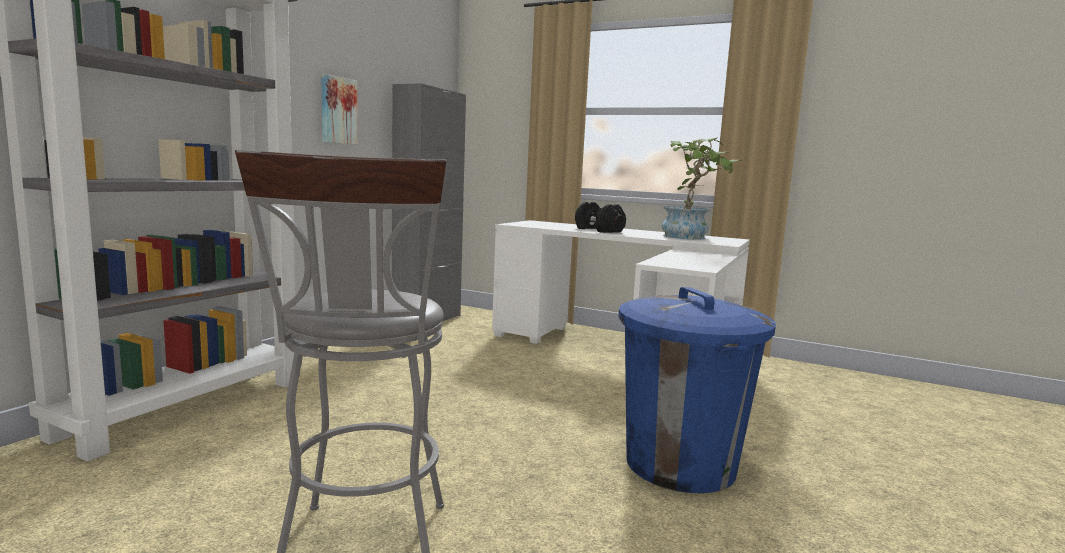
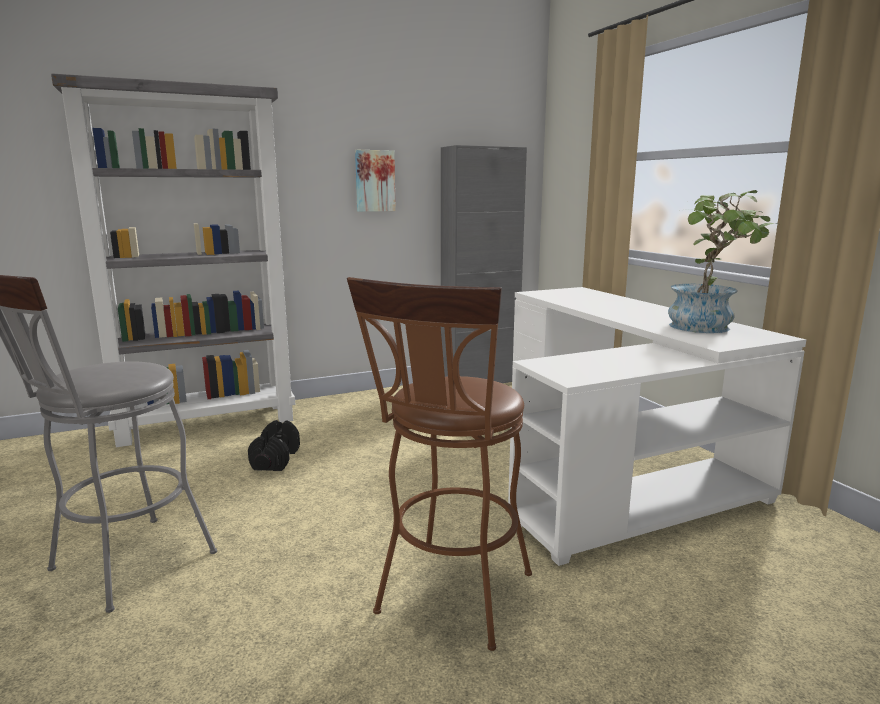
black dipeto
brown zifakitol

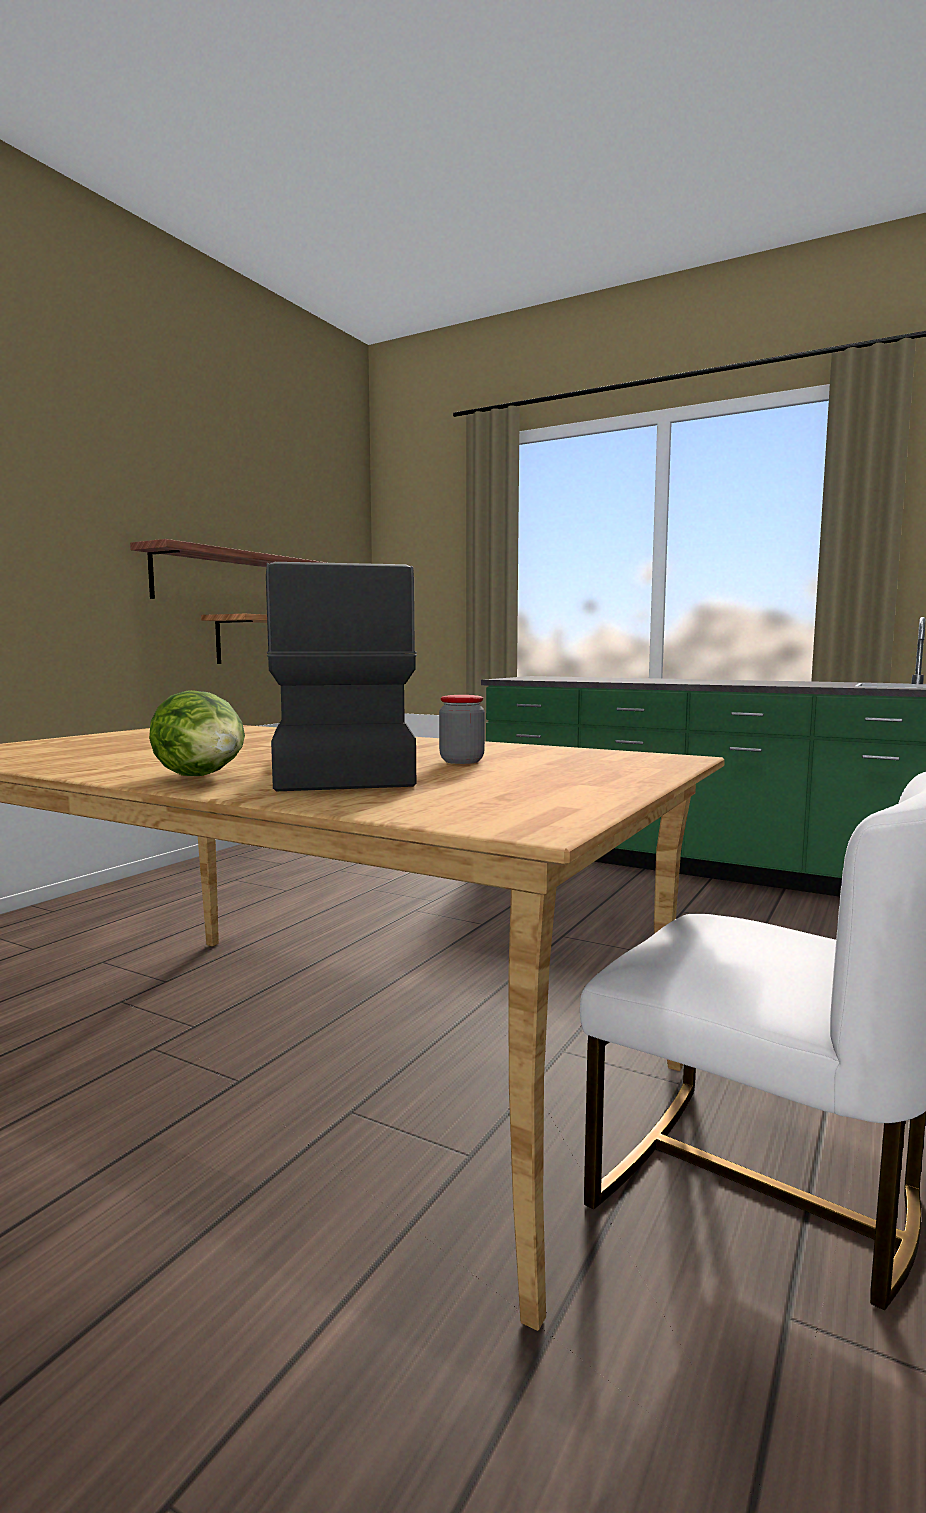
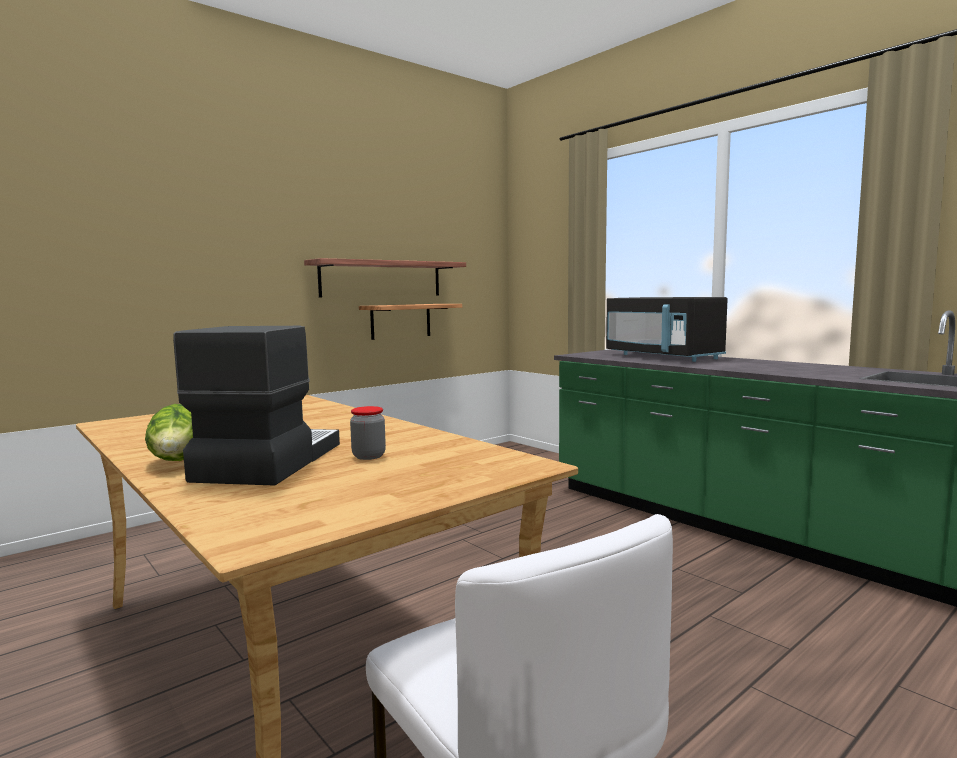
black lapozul

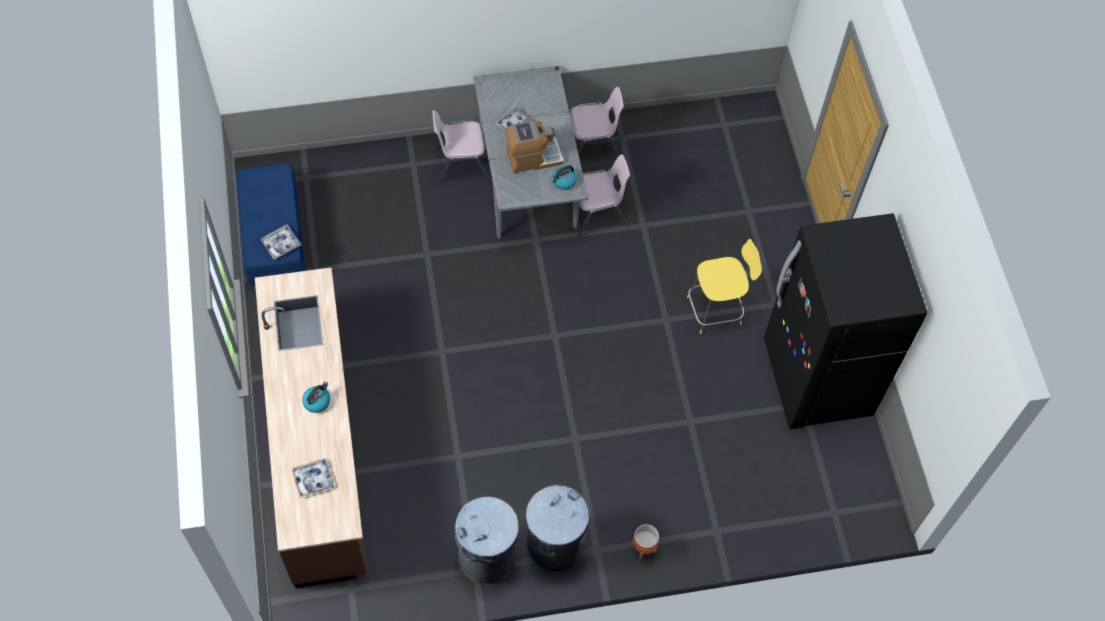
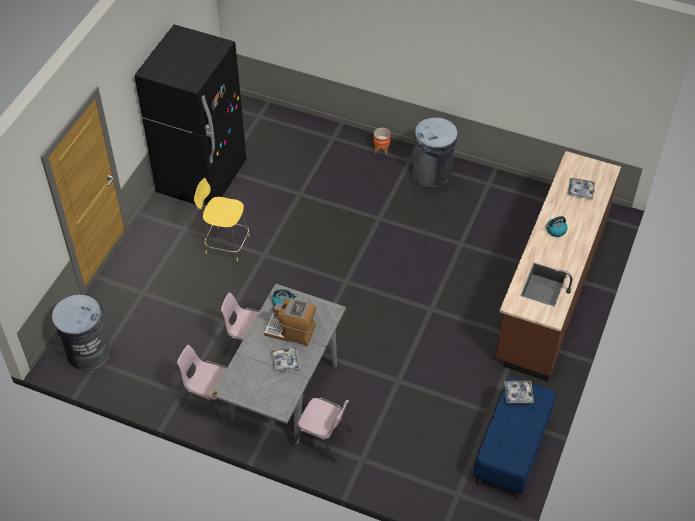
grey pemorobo (no. 1 from left)

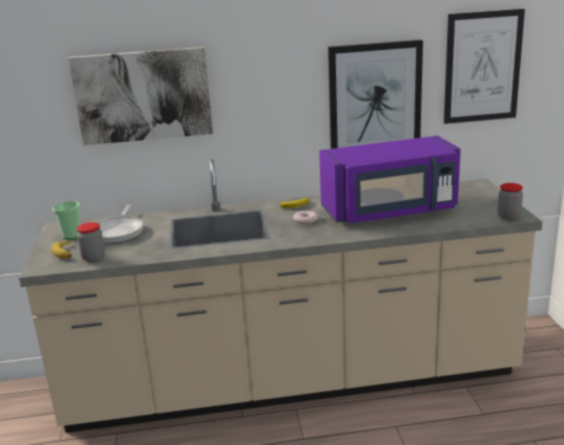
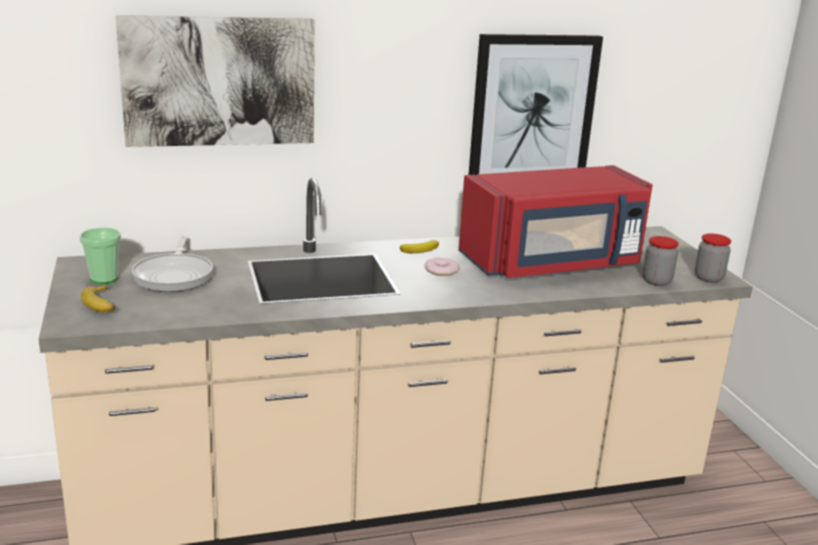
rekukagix (no. 1 from left)
red lapozul
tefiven (no. 3 from left in the first image)

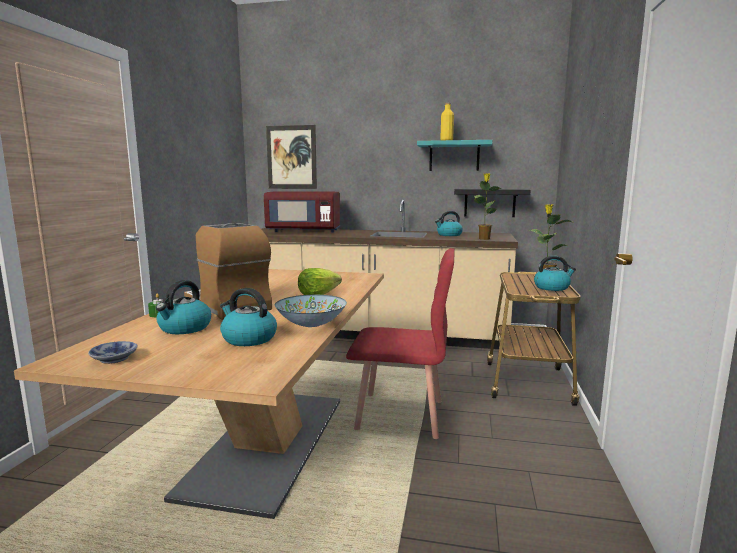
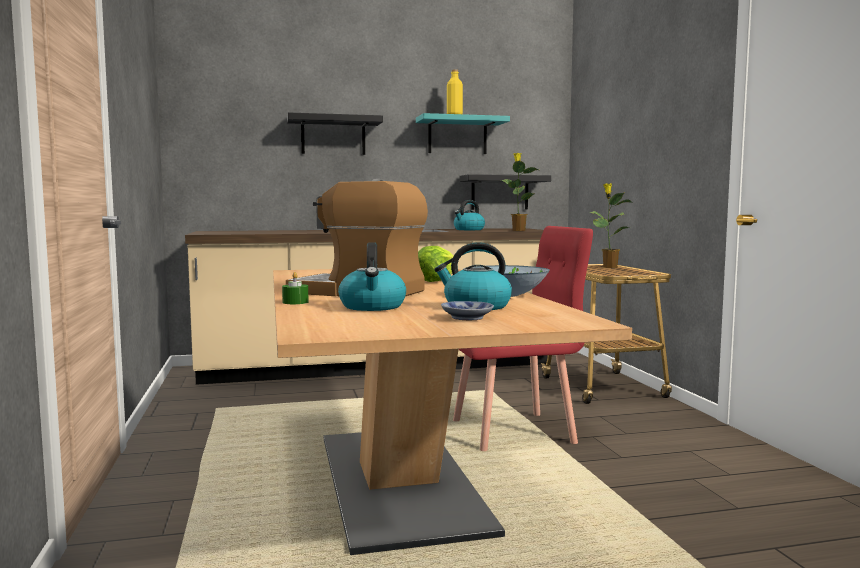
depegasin (no. 1 from left)
red lapozul
tefiven
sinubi (no. 4 from left in the first image)
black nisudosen (no. 1 from left)

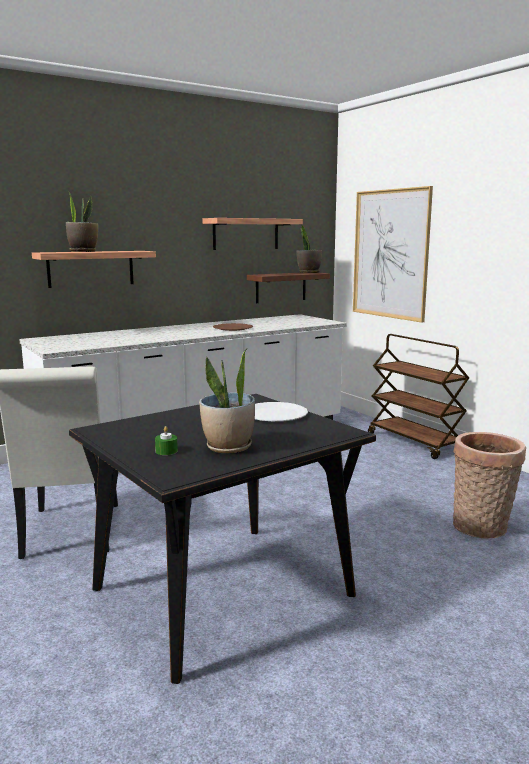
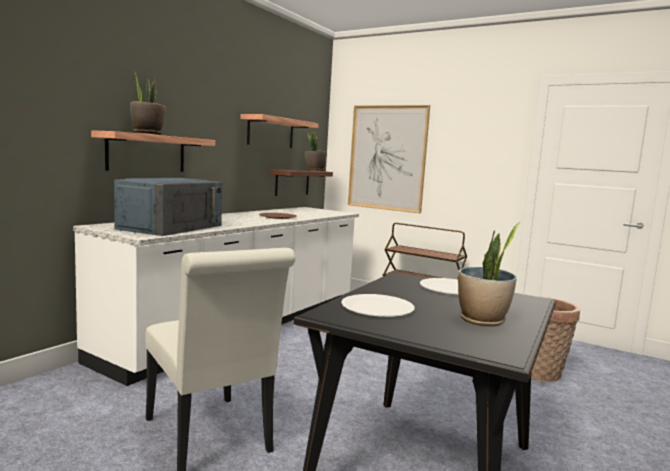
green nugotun
blue lapozul
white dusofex (no. 1 from left)

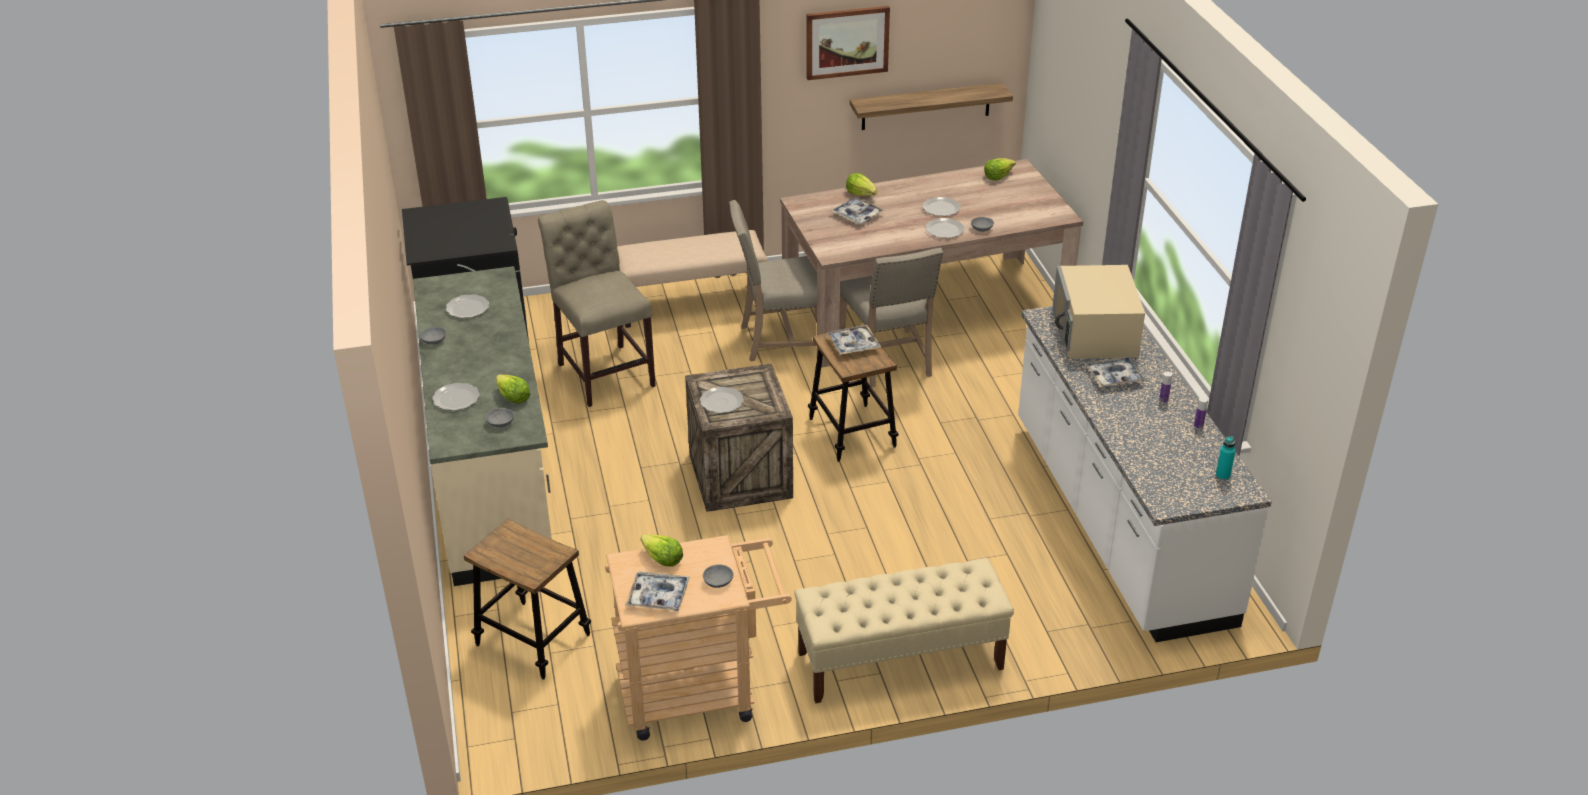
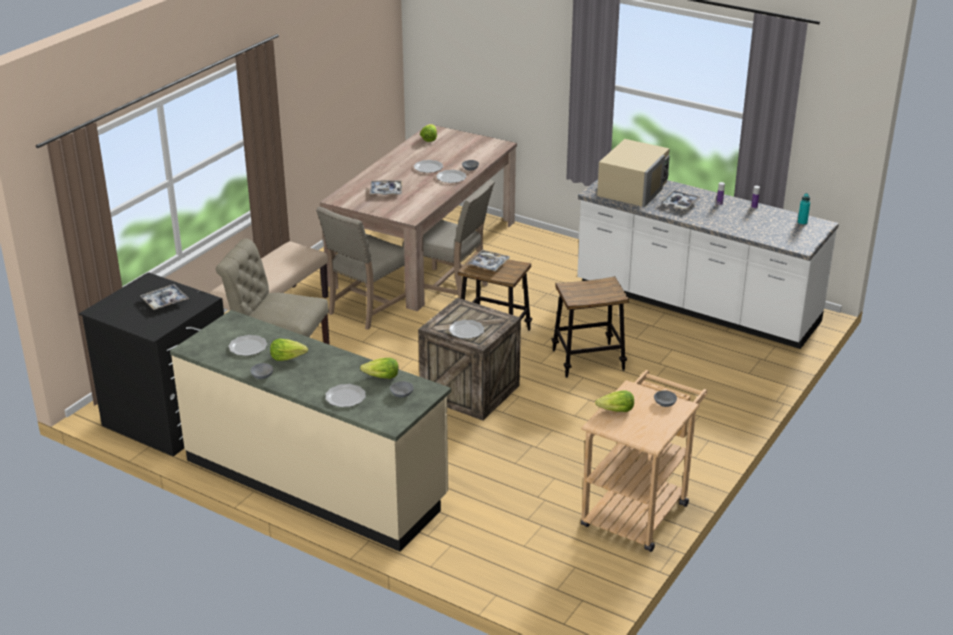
zifakitol (no. 2 from left)
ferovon (no. 1 from left)
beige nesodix (no. 2 from left in the first image)
tefiven
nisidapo (no. 1 from left)
nisudosen
beige lapozul

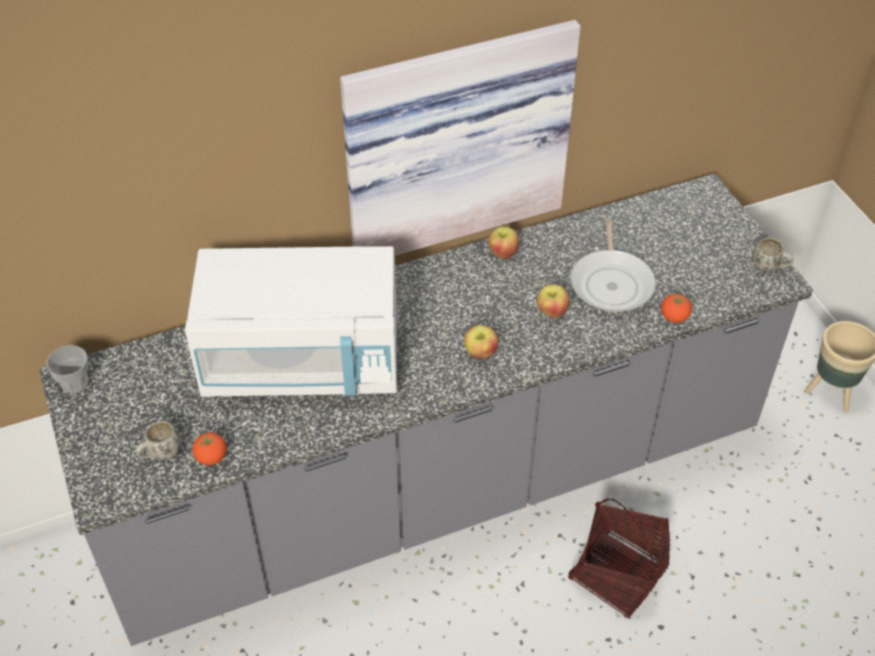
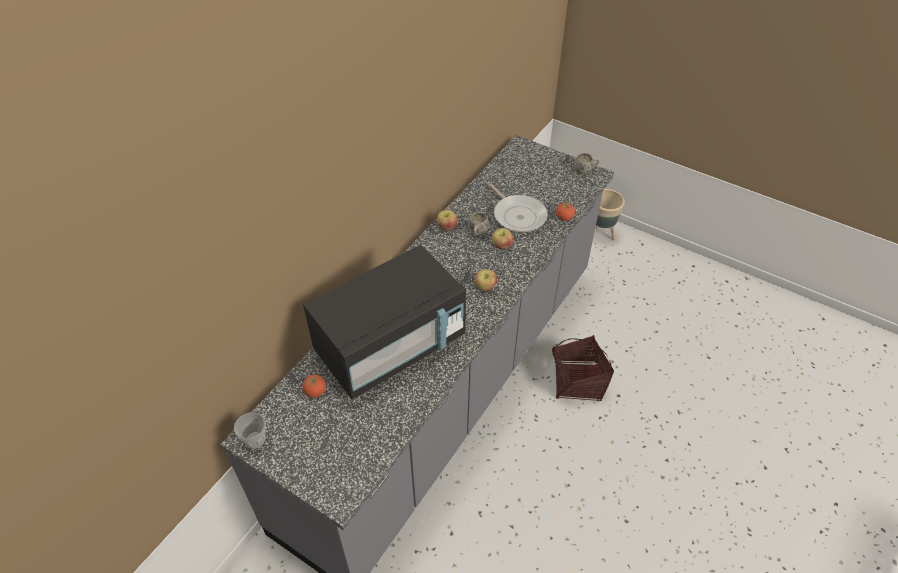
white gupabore (no. 1 from left)
black lapozul
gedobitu (no. 1 from left)
tefiven

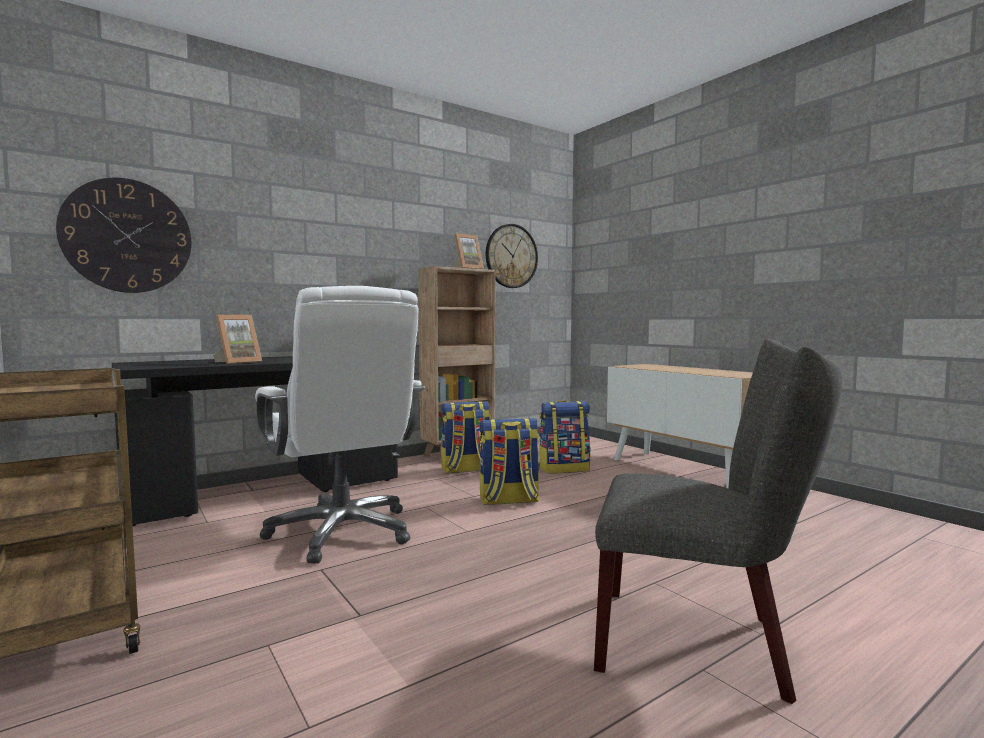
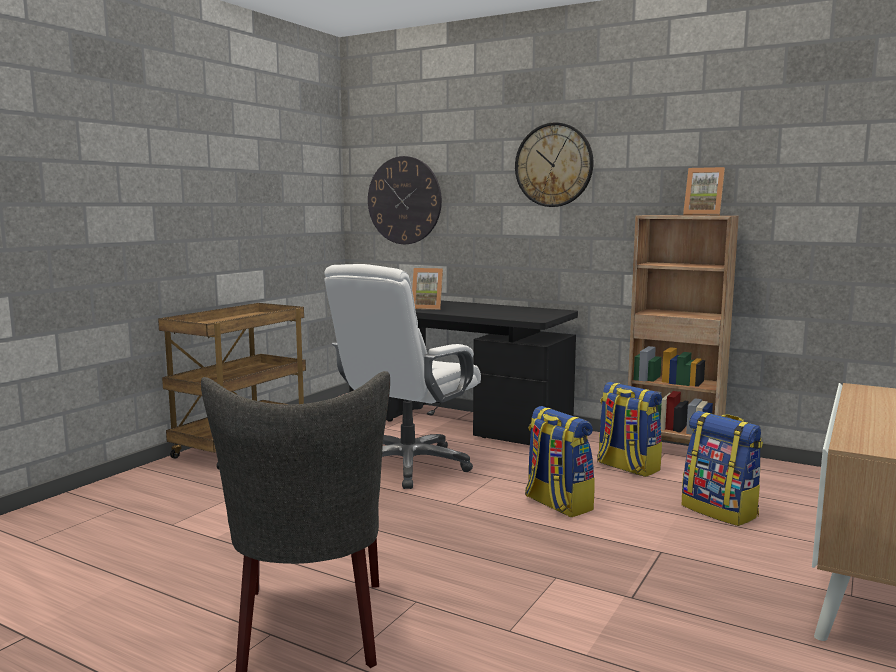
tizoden (no. 2 from left)

